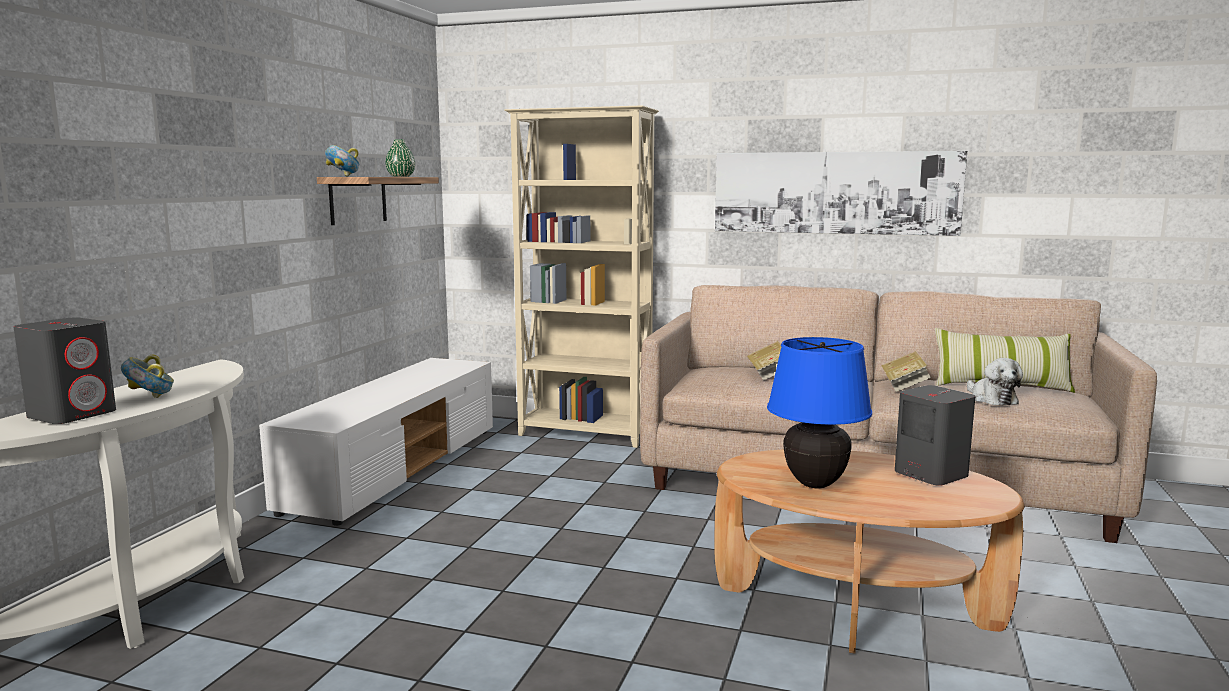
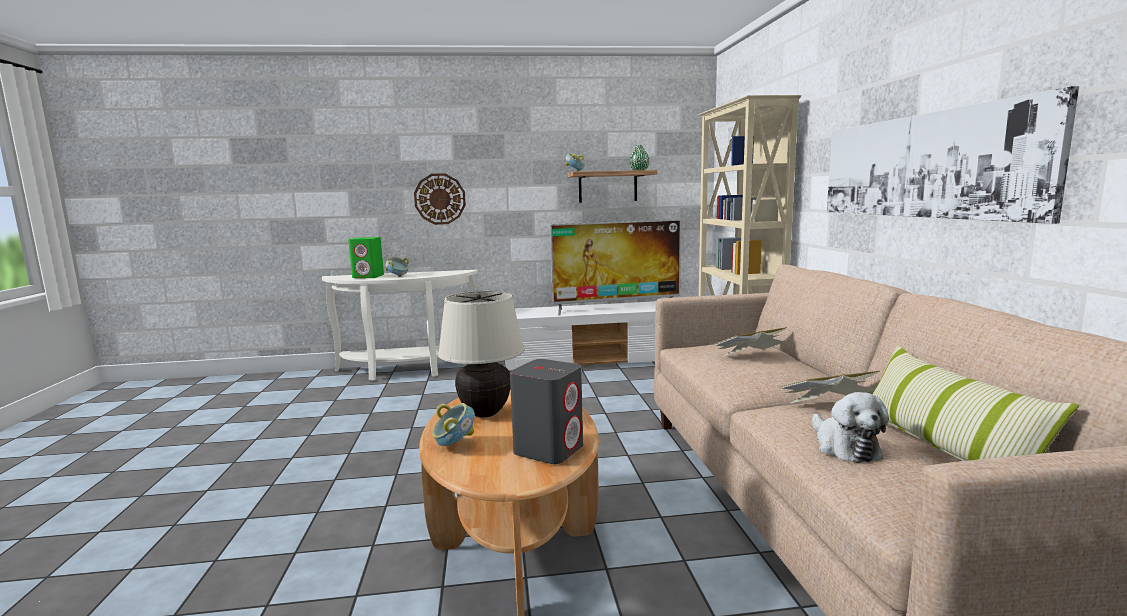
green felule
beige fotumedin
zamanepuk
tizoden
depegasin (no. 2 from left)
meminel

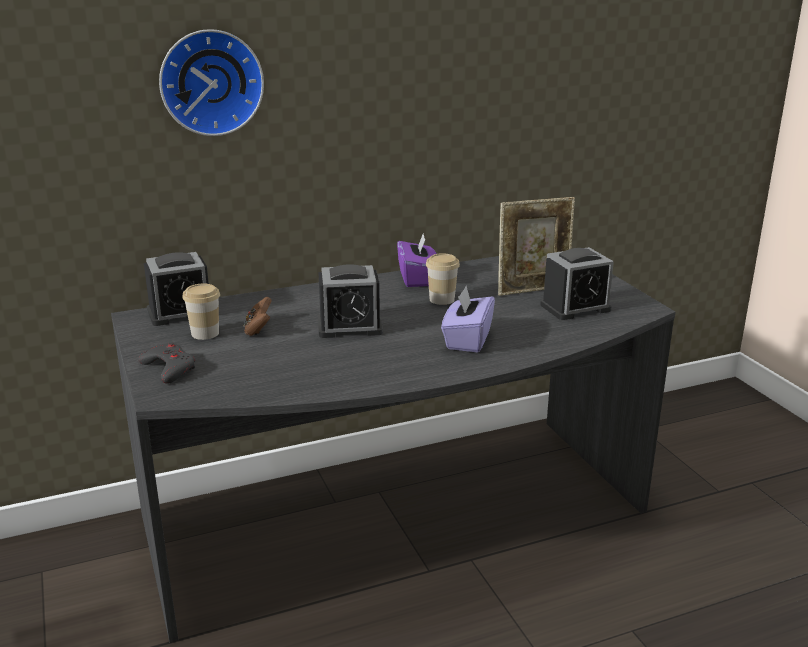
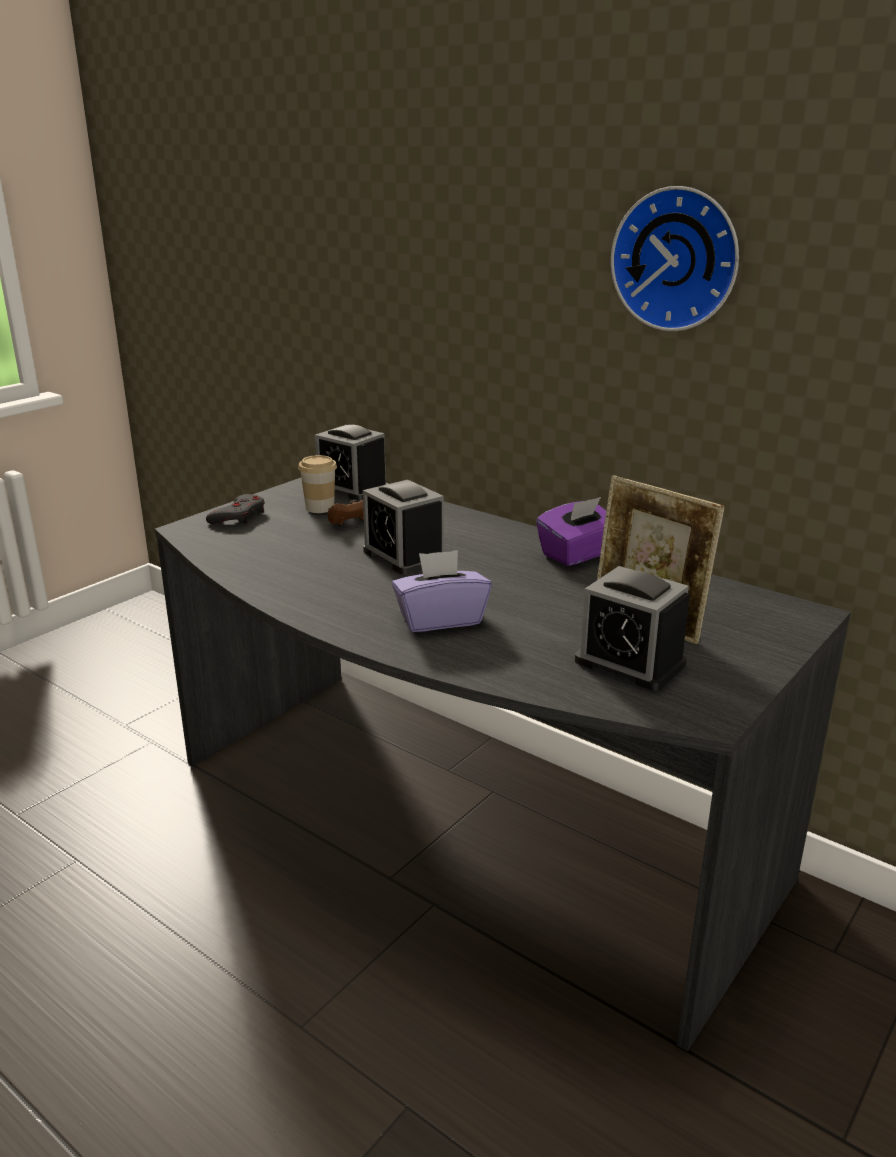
tizoden
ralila (no. 2 from left in the first image)

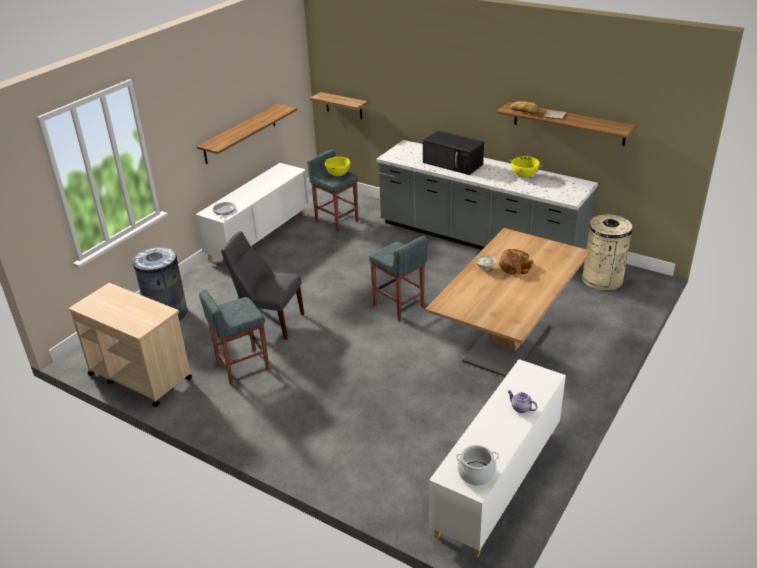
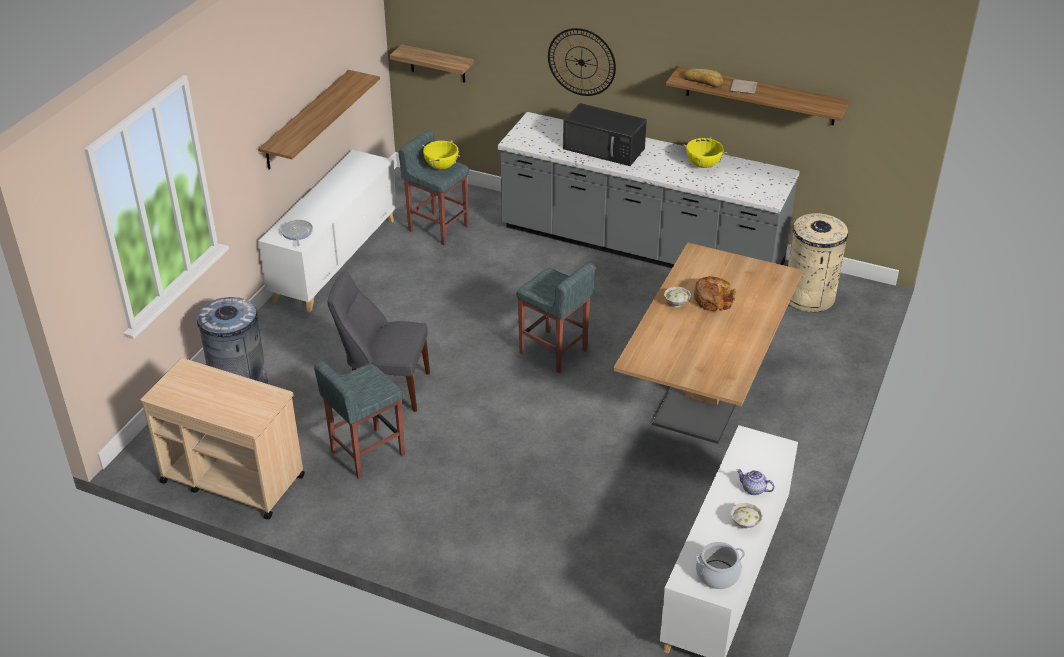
tizoden
white depegasin (no. 2 from left)

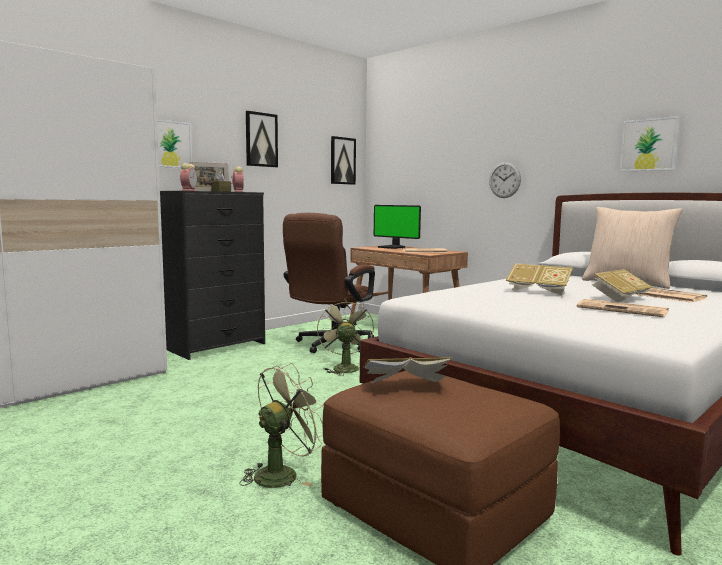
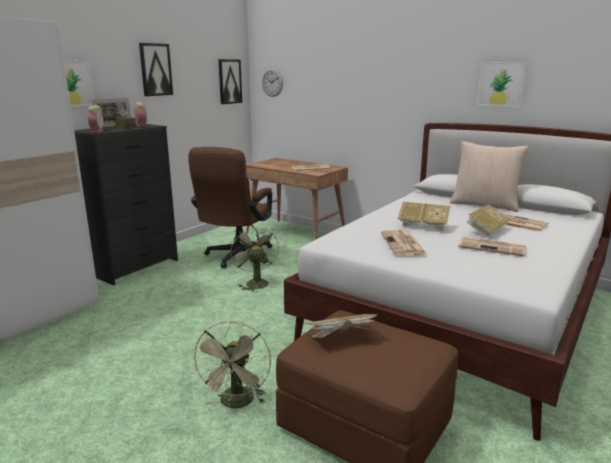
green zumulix (no. 1 from left)
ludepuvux
tizoden
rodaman (no. 2 from left)

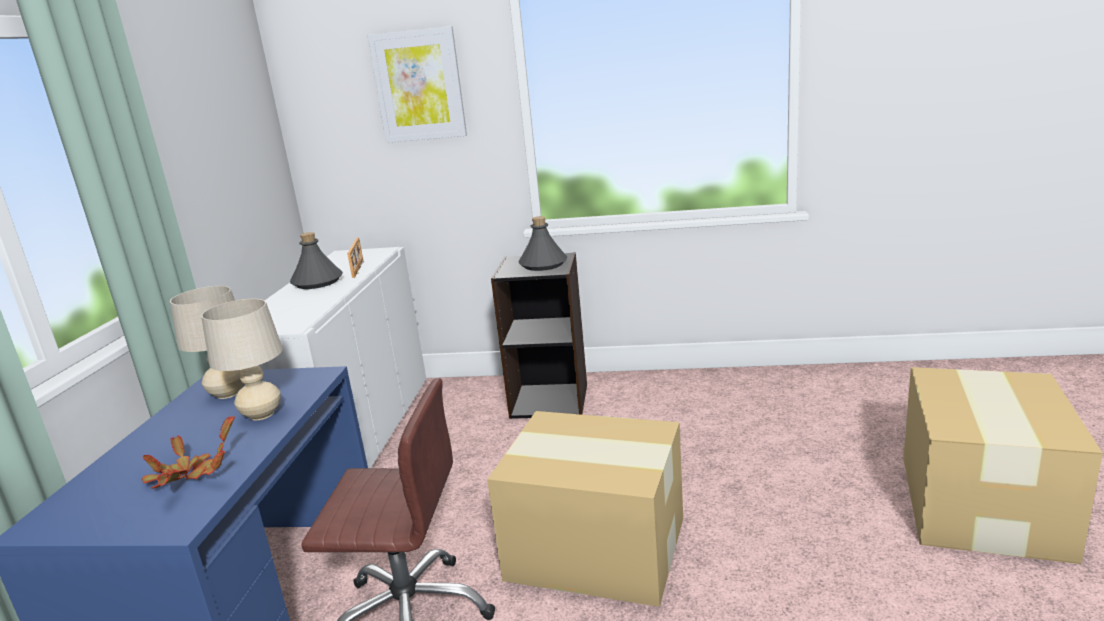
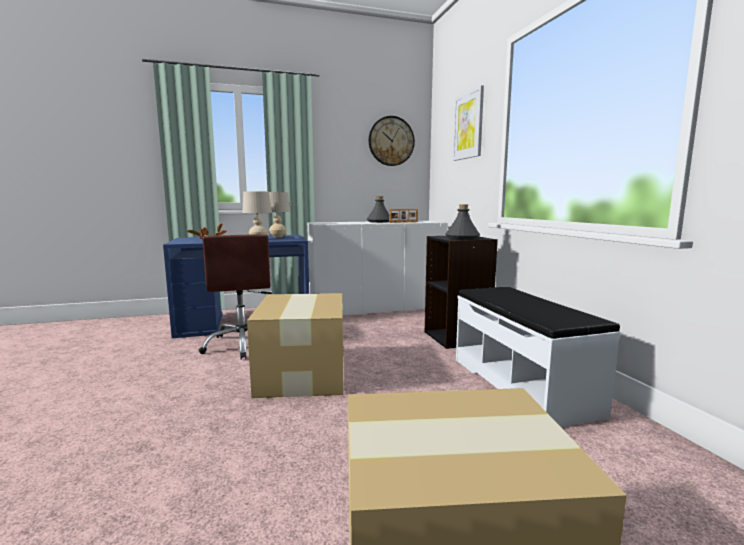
tizoden
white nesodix

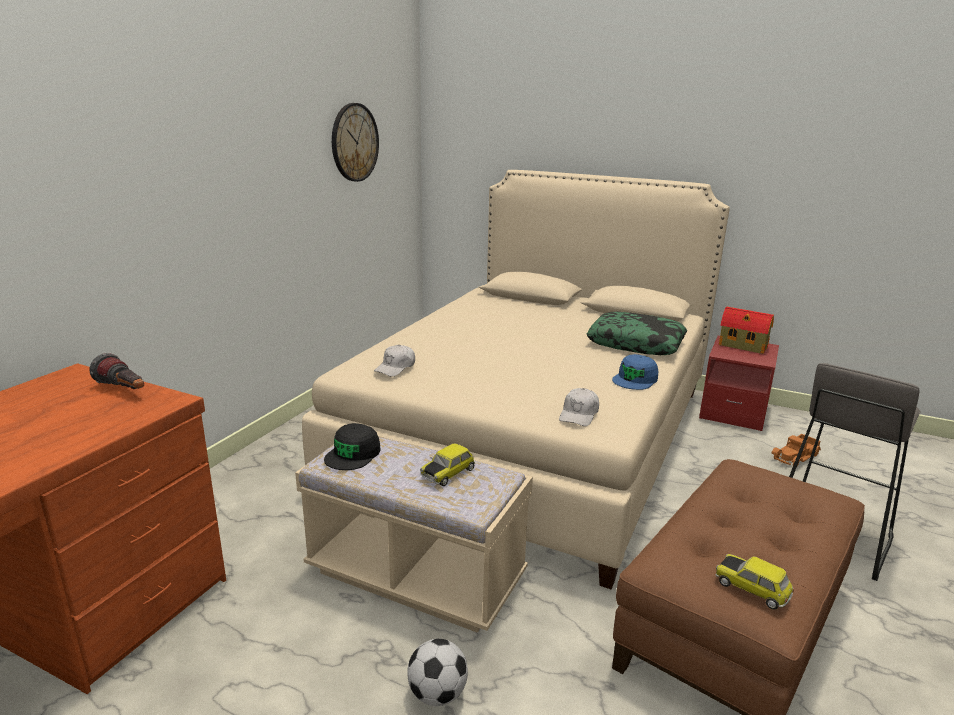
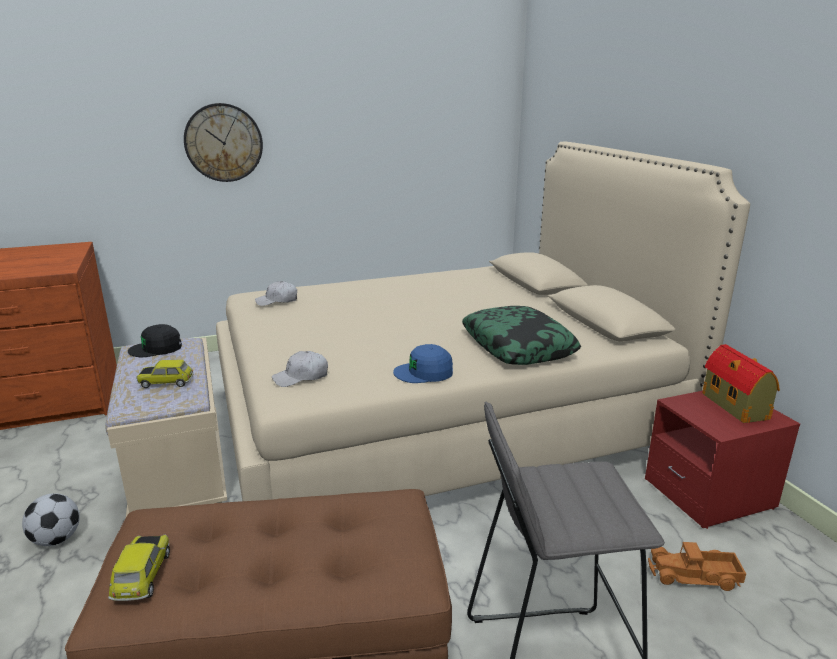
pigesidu
tizoden

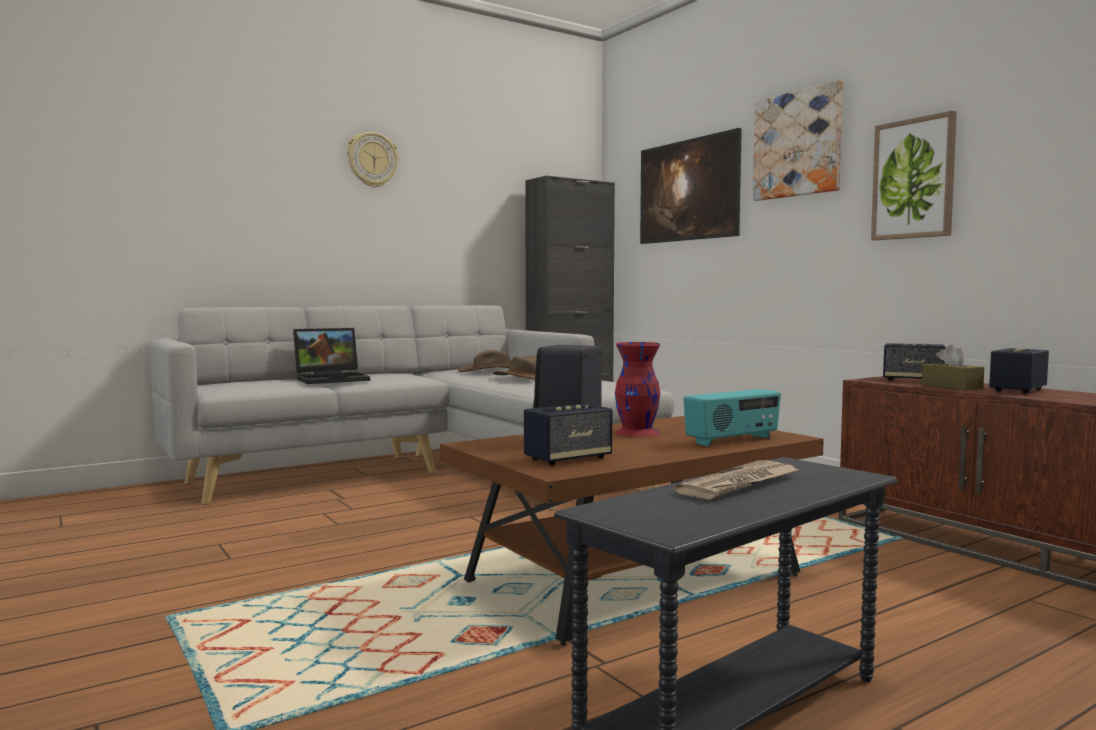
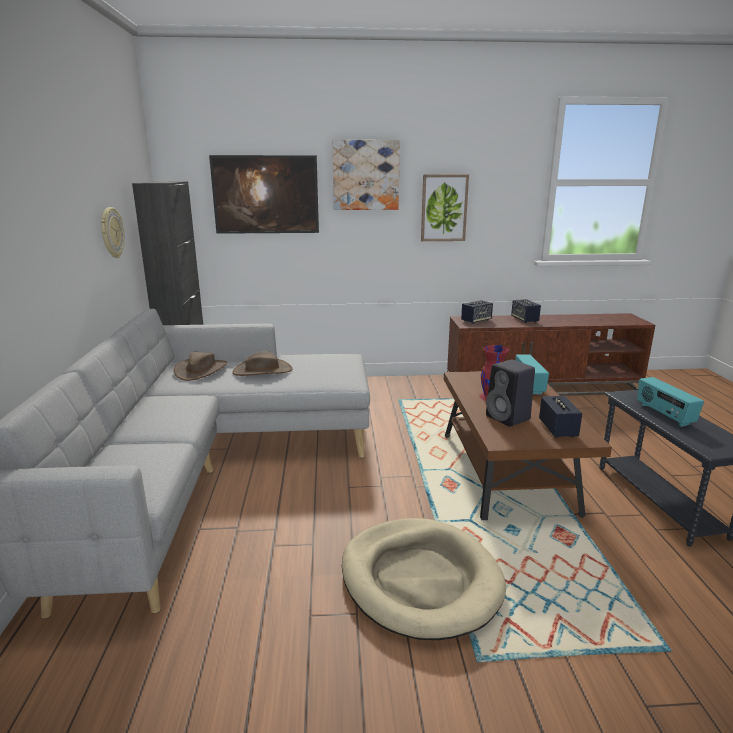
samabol
tizoden
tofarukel (no. 2 from left)
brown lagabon
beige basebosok

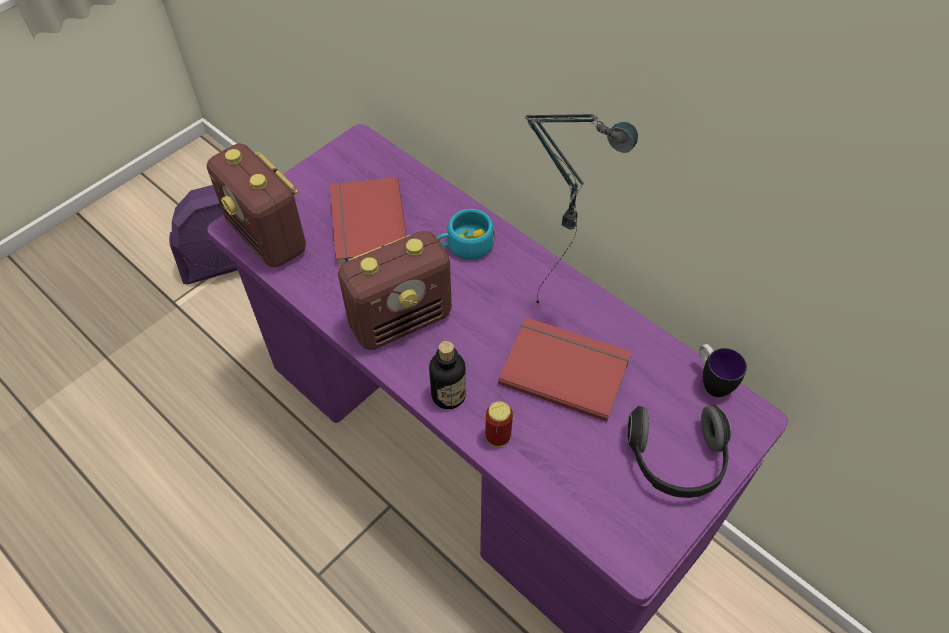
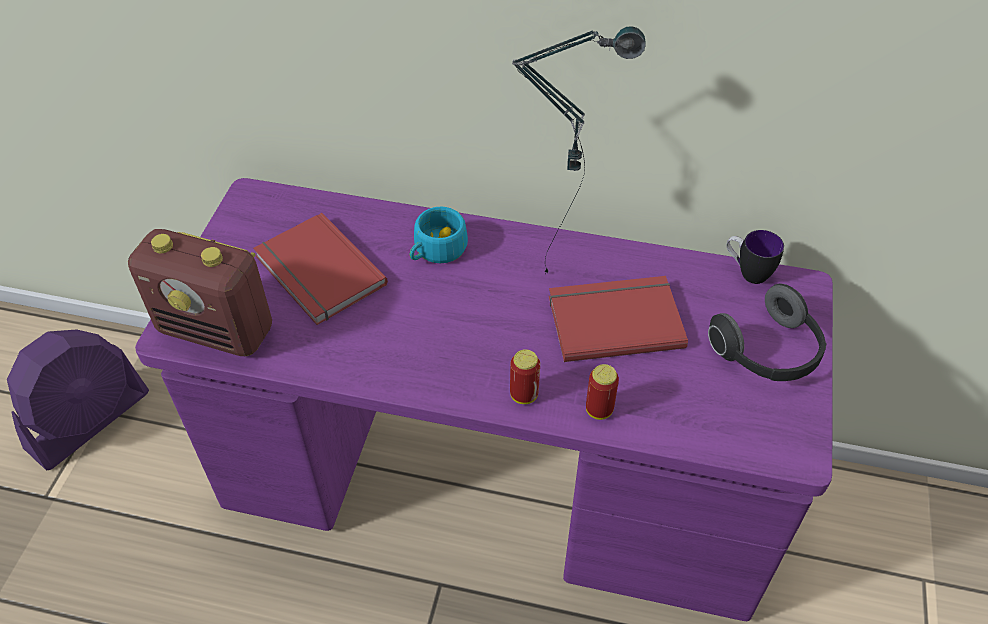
tofarukel (no. 2 from left in the first image)
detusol (no. 1 from left)

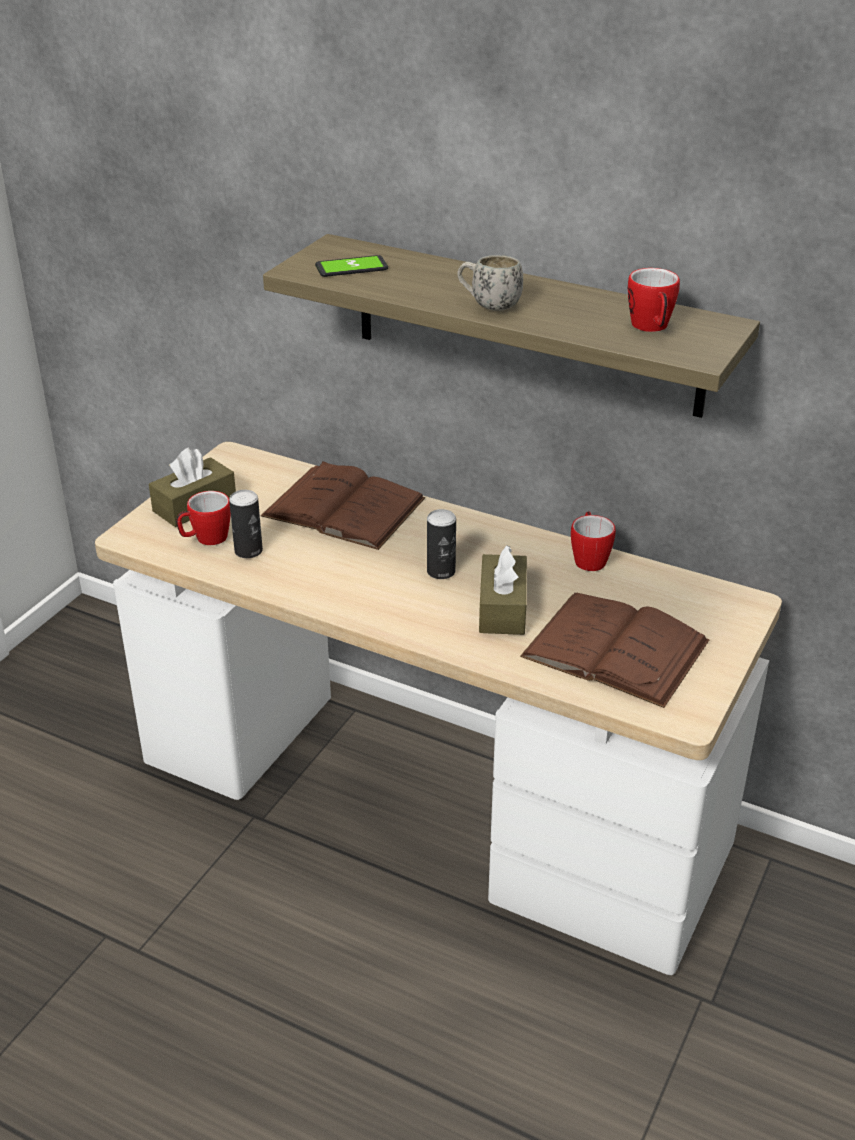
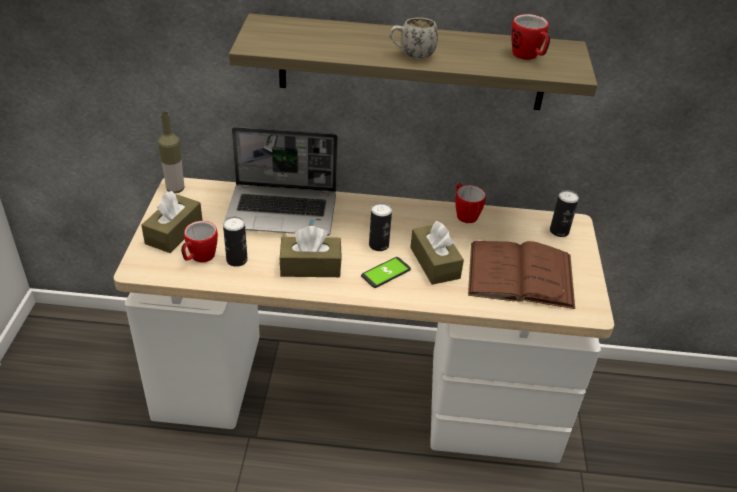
samabol
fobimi
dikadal
brown lagabon (no. 2 from left)
detusol (no. 3 from left)

